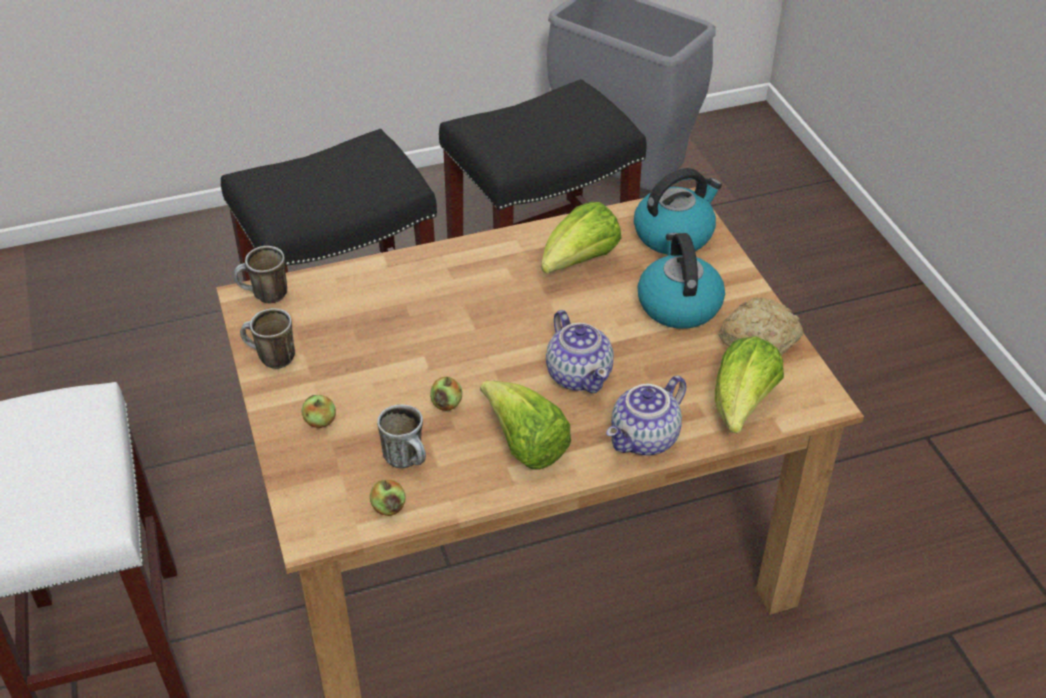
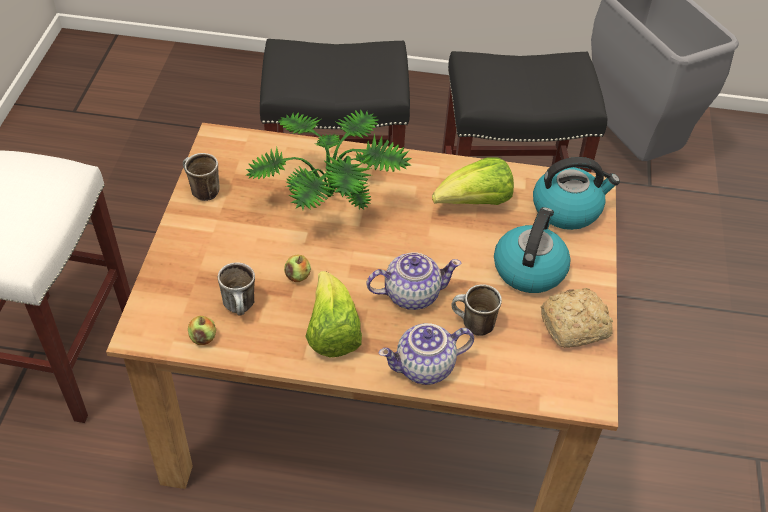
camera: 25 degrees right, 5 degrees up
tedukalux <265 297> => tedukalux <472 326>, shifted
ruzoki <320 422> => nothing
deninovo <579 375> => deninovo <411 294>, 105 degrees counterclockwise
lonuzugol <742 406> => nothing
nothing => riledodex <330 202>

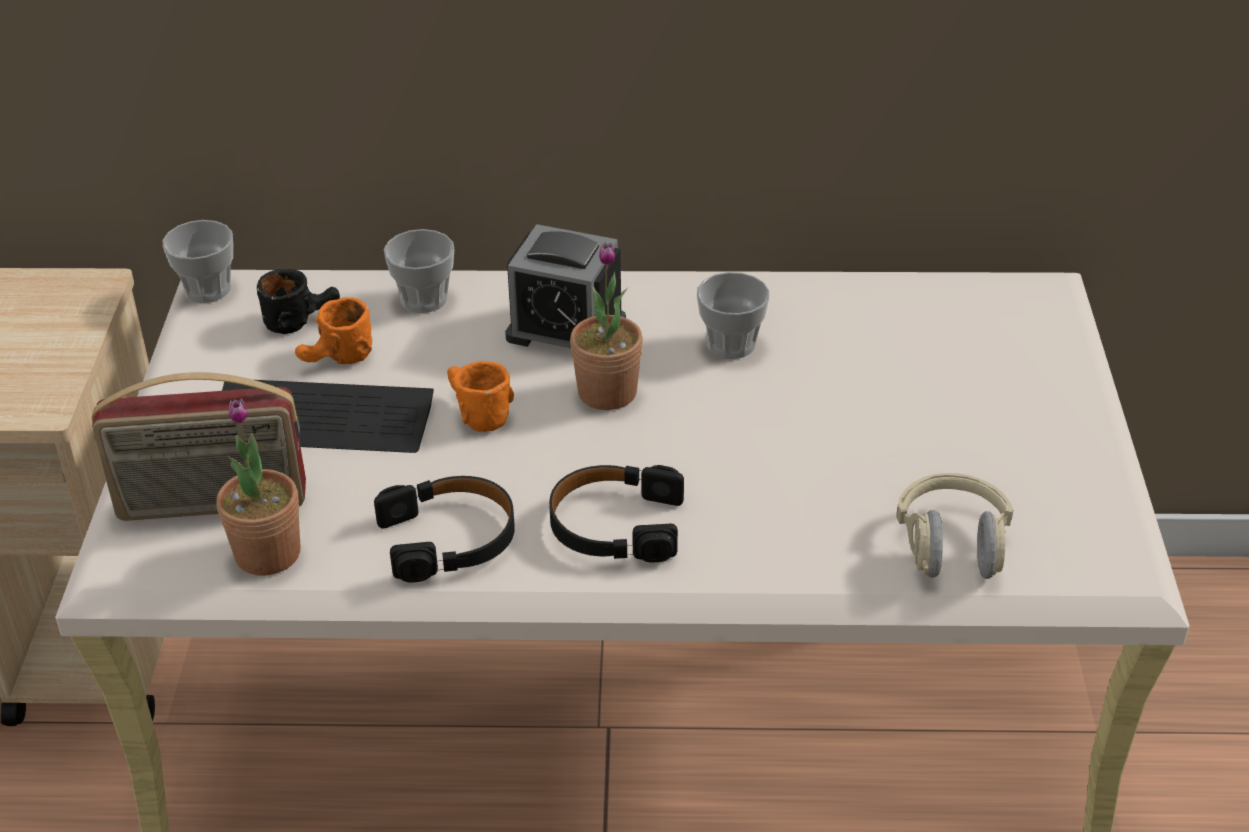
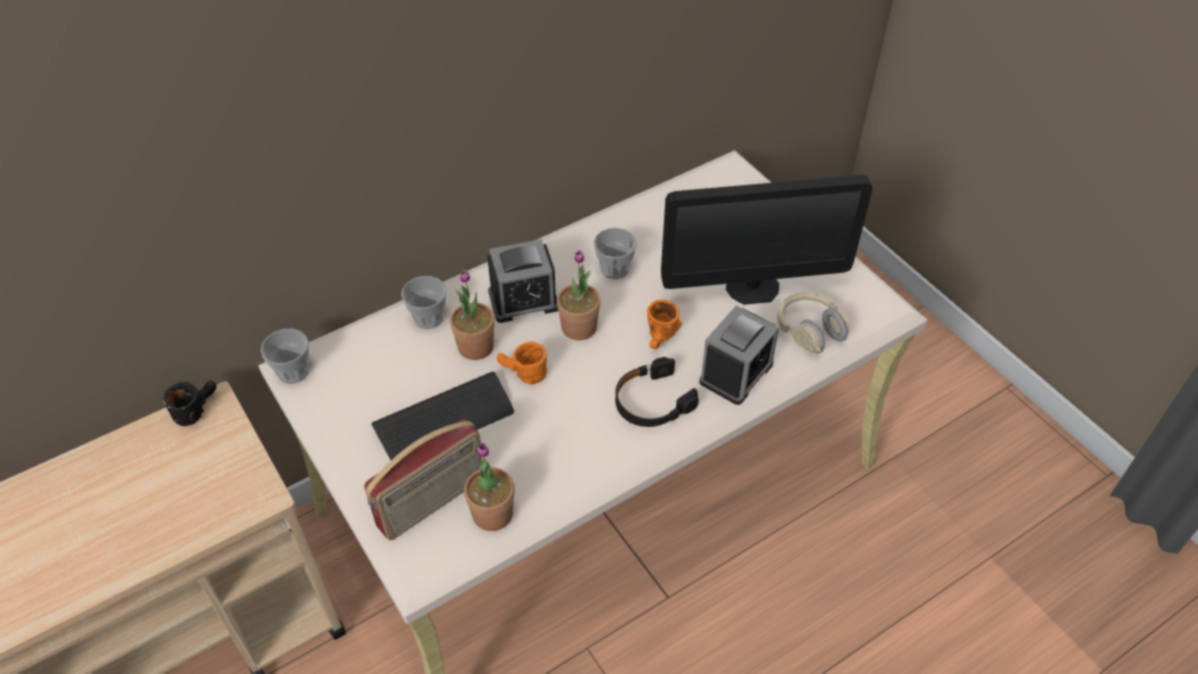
camera: 35 degrees left, 10 degrees up
tedukalux (black) <302 319> => tedukalux (black) <196 408>, shifted
tedukalux (orange) <338 361> => tedukalux (orange) <661 339>, shifted
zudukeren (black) <449 539> => nothing
nothing => riledodex <475 347>
nothing => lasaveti <752 287>
nothing => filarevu <736 373>

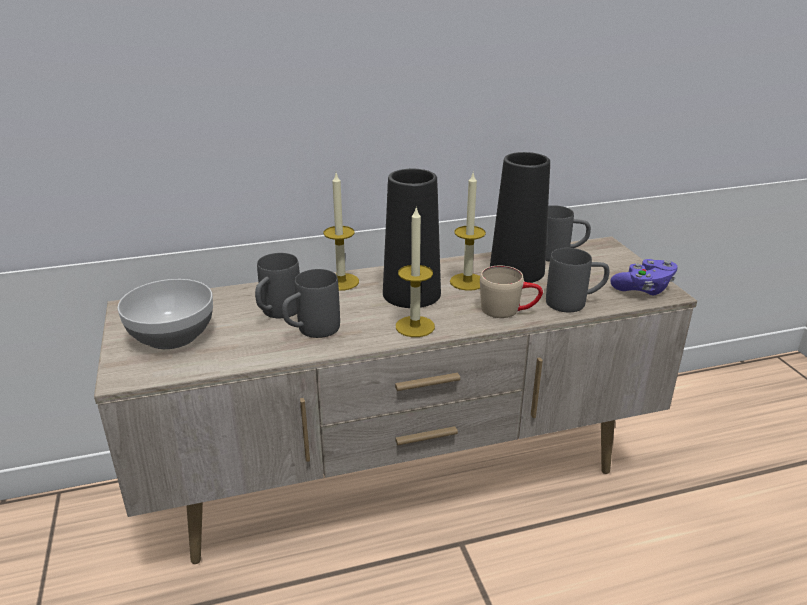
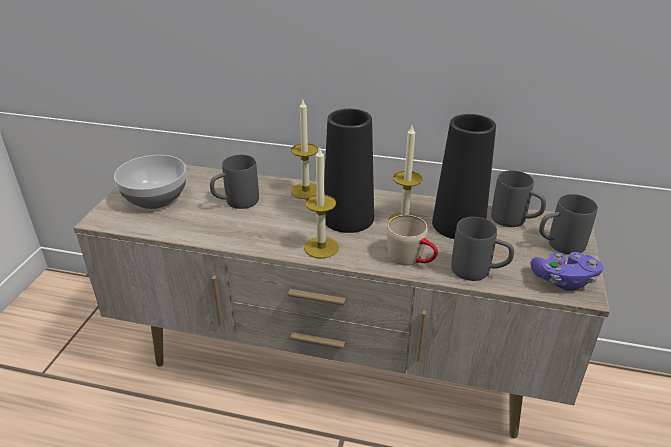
camera: 30 degrees right, 5 degrees up
tedukalux (grey) <311 331> => tedukalux (grey) <558 245>, shifted

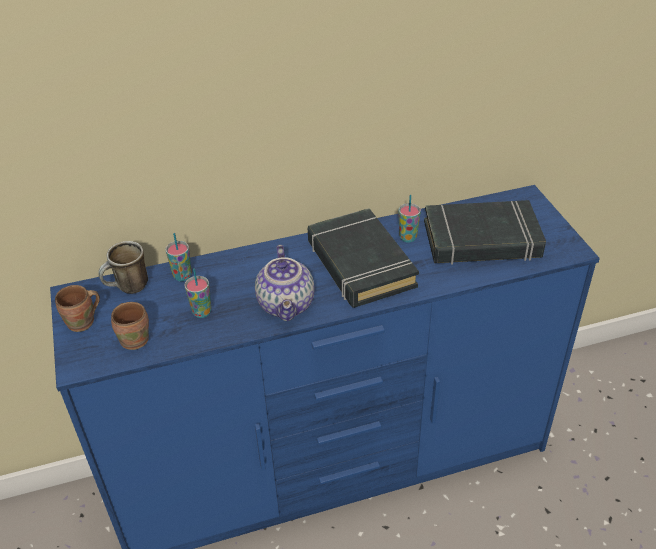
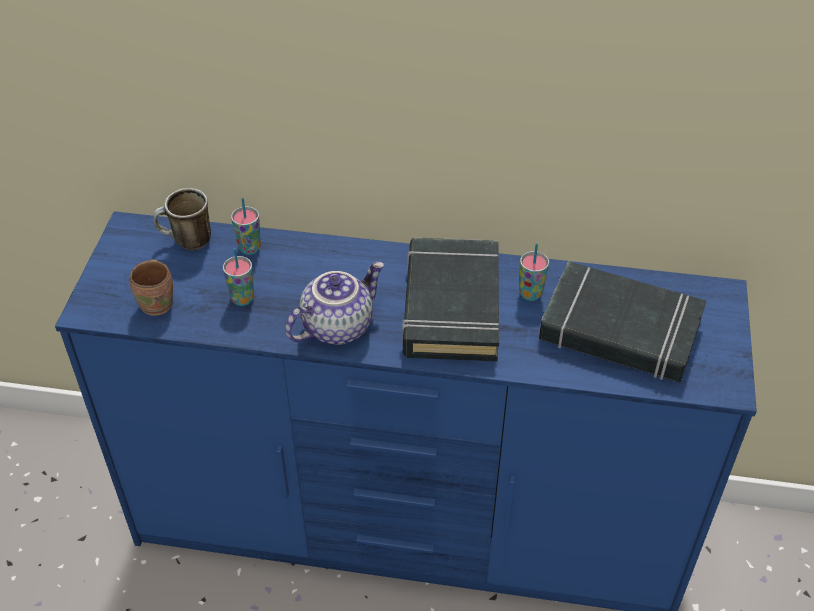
camera: 25 degrees right, 5 degrees up
tedukalux (brown) <83 323> => nothing
deninovo <287 305> => deninovo <337 326>, 150 degrees counterclockwise

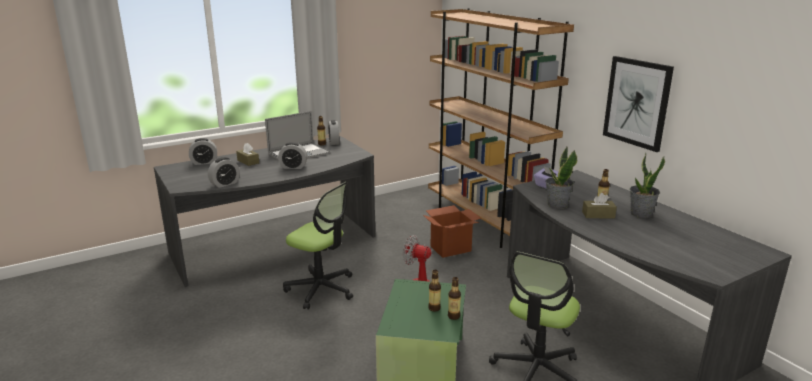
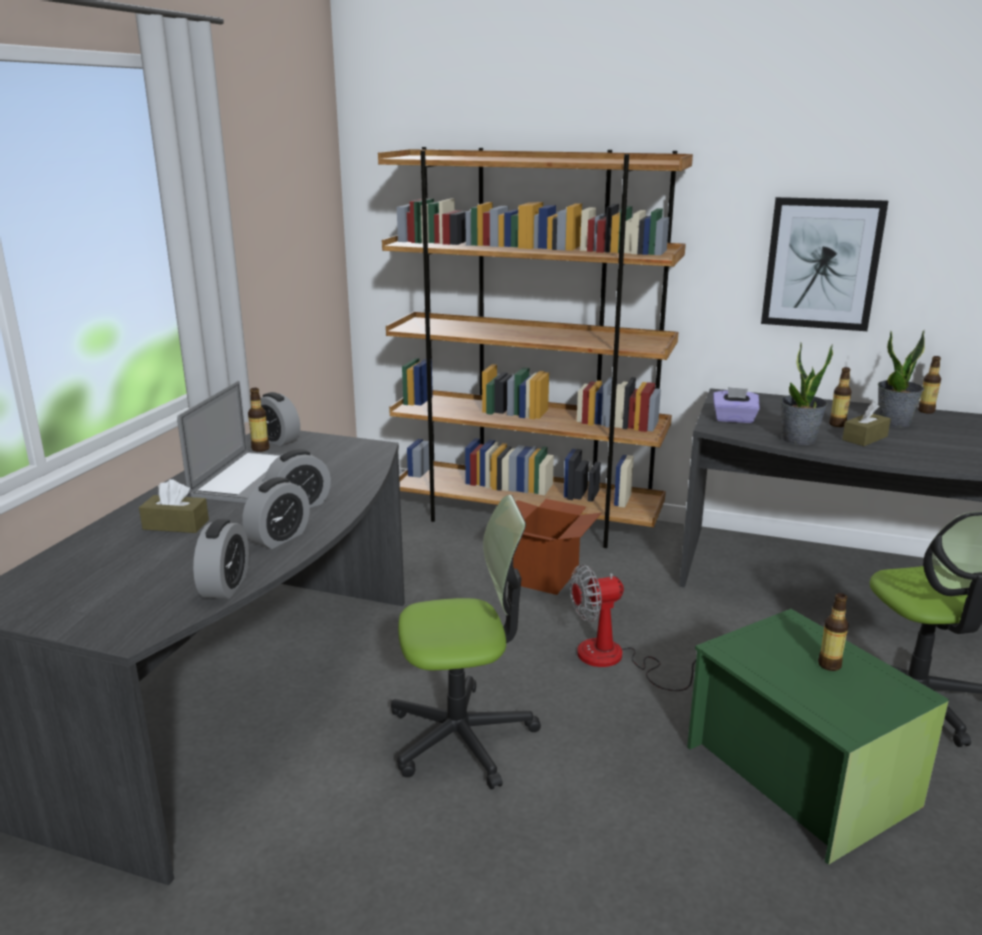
camera: 40 degrees left, 0 degrees up
filarevu <204 162> => filarevu <279 538>, shifted
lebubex <453 316> => lebubex <926 411>, shifted

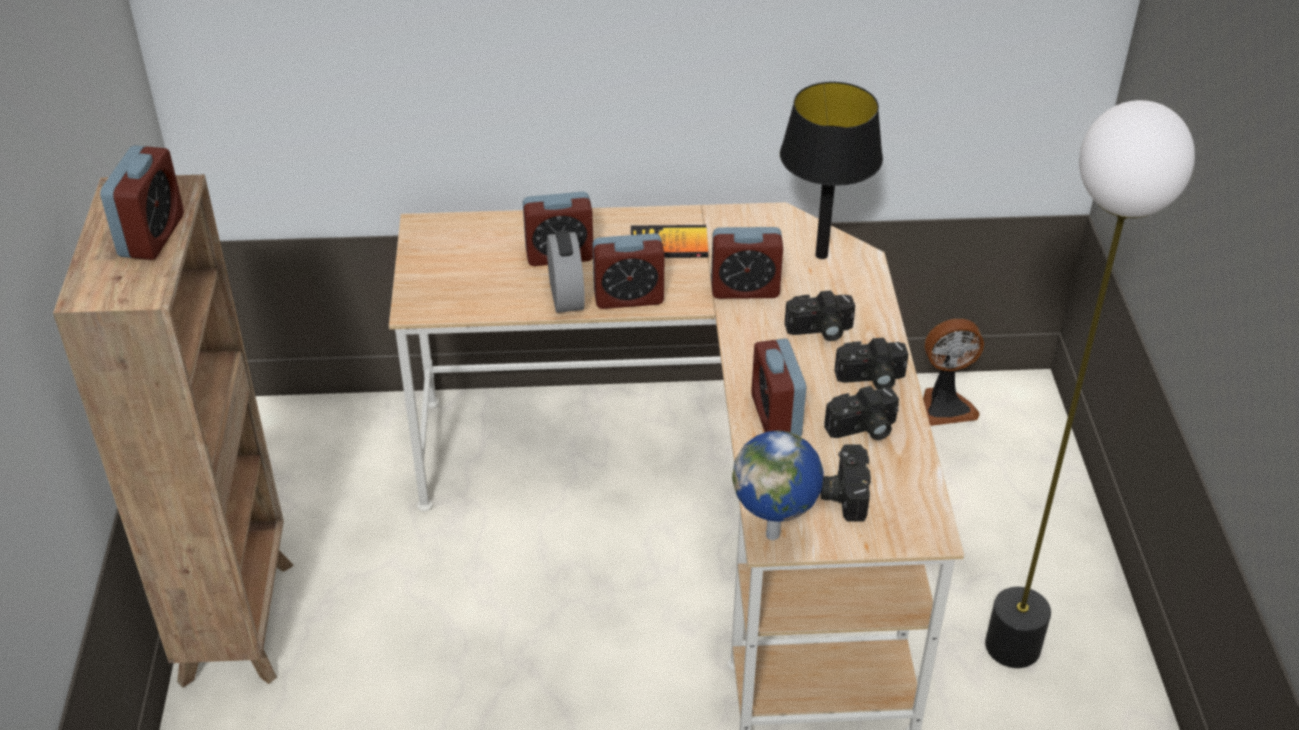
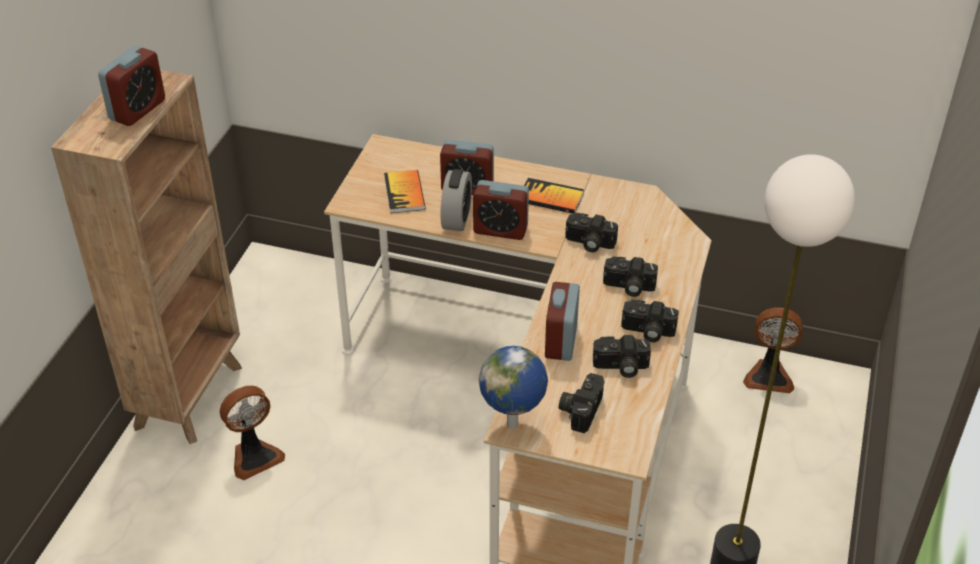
camera: 20 degrees right, 0 degrees up
filarevu <745 289> => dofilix <589 243>
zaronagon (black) <821 255> => nothing
nothing => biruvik <254 456>
nothing => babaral <404 193>

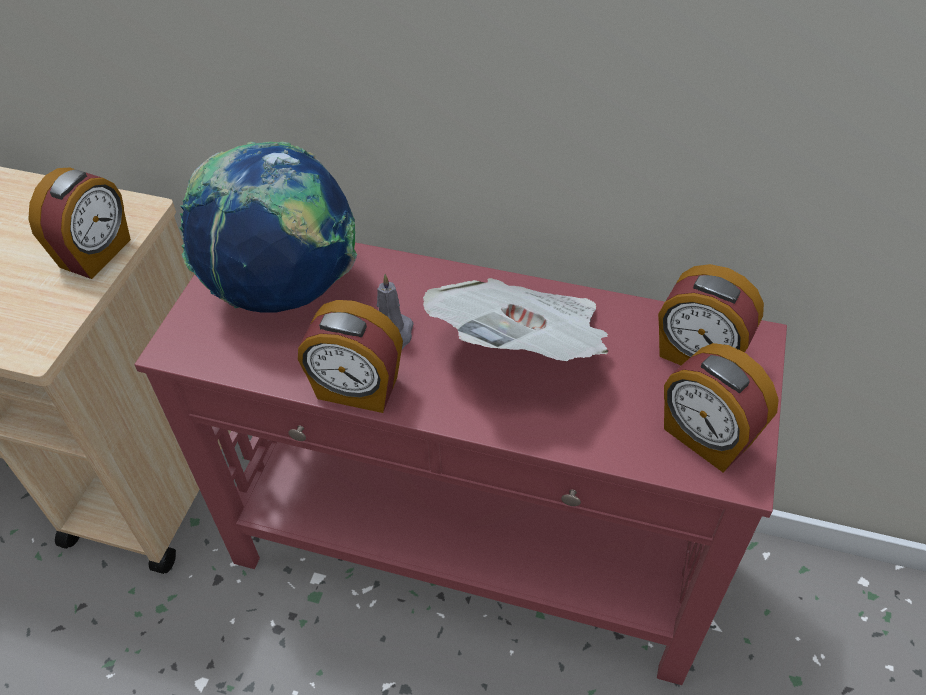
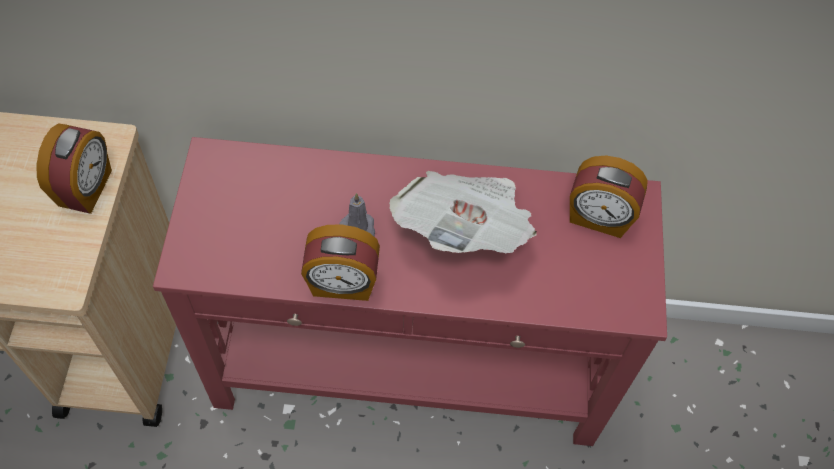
camera: 15 degrees left, 10 degrees up
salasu <285 290> => nothing
filarevu <706 438> => nothing

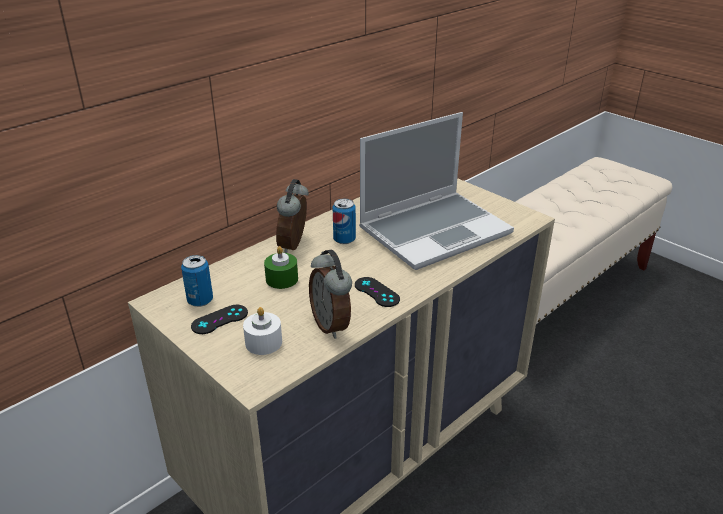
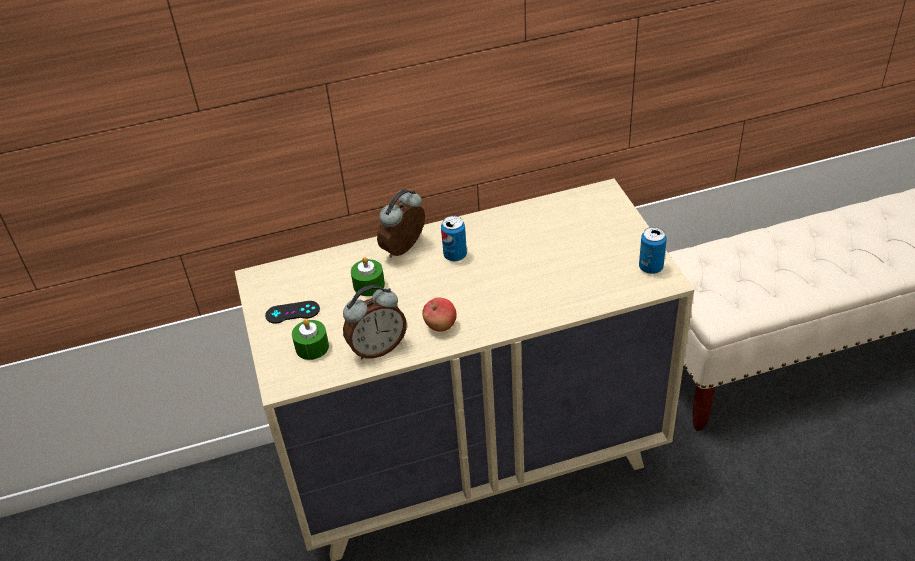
camera: 30 degrees right, 10 degrees up
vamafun <200 300> => vamafun <650 267>, shifted
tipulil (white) <263 342> => tipulil (green) <312 347>
filarevu <332 325> => filarevu <377 348>, 120 degrees counterclockwise
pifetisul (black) <376 292> => ruzoki <440 325>
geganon <435 230> => nothing

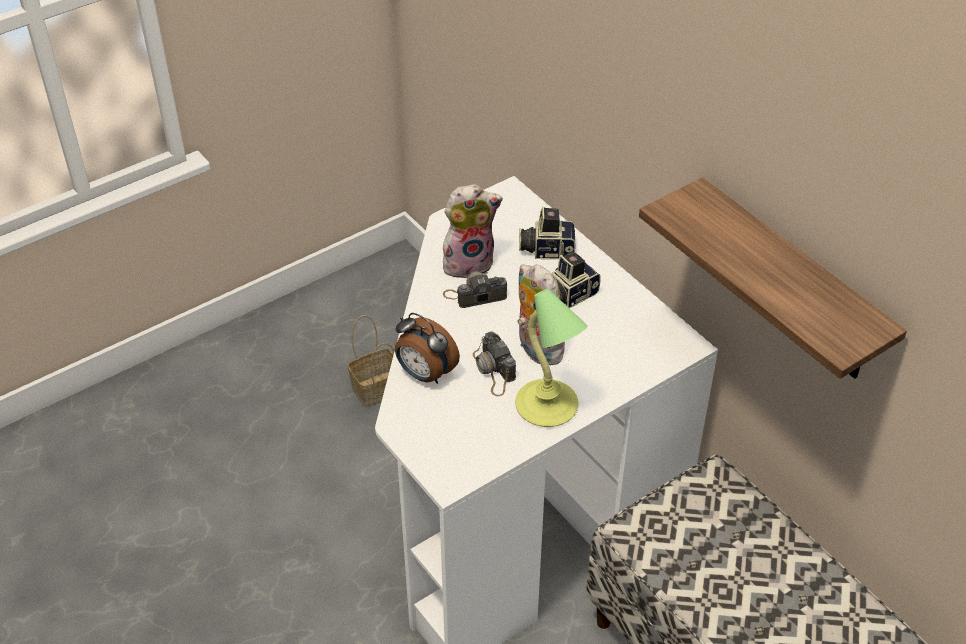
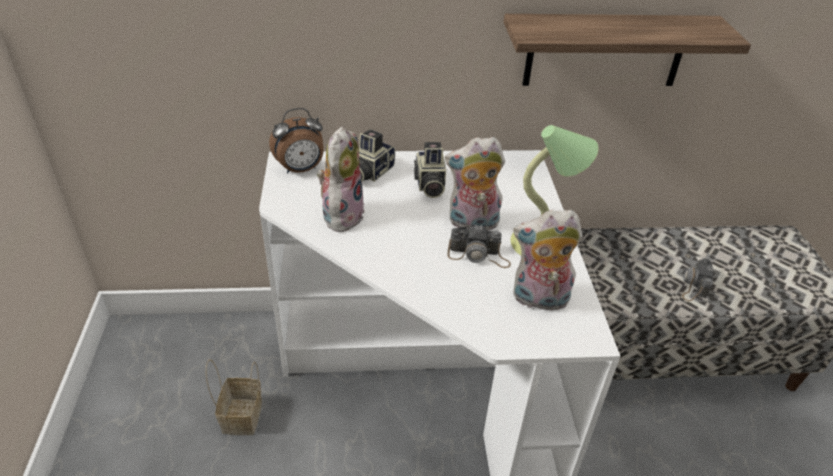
camera: 60 degrees left, 5 degrees down
filarevu <425 374> => filarevu <300 169>, shifted
dofilix <475 295> => dofilix <694 285>, shifted
nothing => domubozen <538 300>

